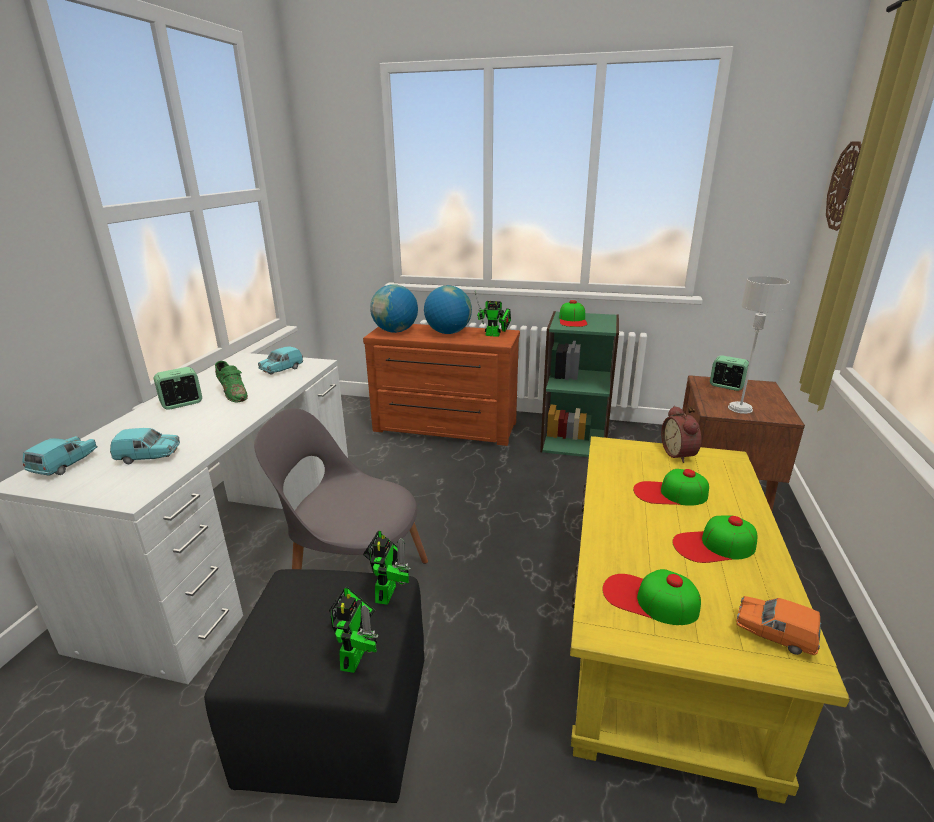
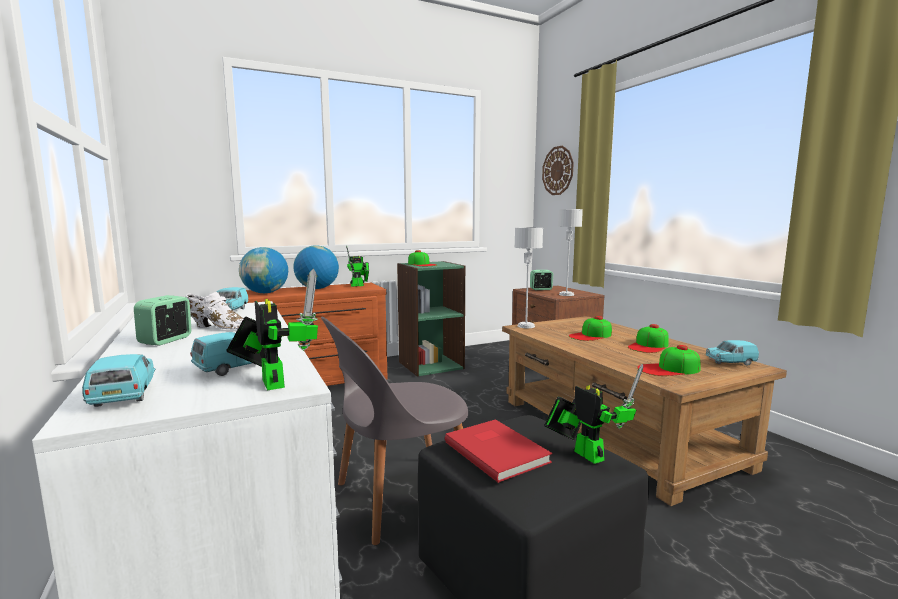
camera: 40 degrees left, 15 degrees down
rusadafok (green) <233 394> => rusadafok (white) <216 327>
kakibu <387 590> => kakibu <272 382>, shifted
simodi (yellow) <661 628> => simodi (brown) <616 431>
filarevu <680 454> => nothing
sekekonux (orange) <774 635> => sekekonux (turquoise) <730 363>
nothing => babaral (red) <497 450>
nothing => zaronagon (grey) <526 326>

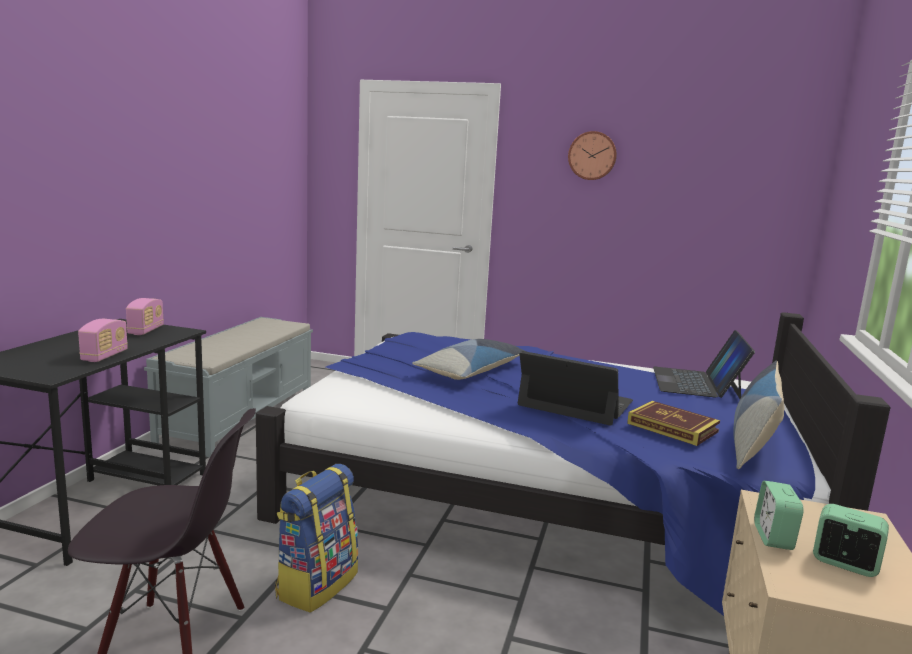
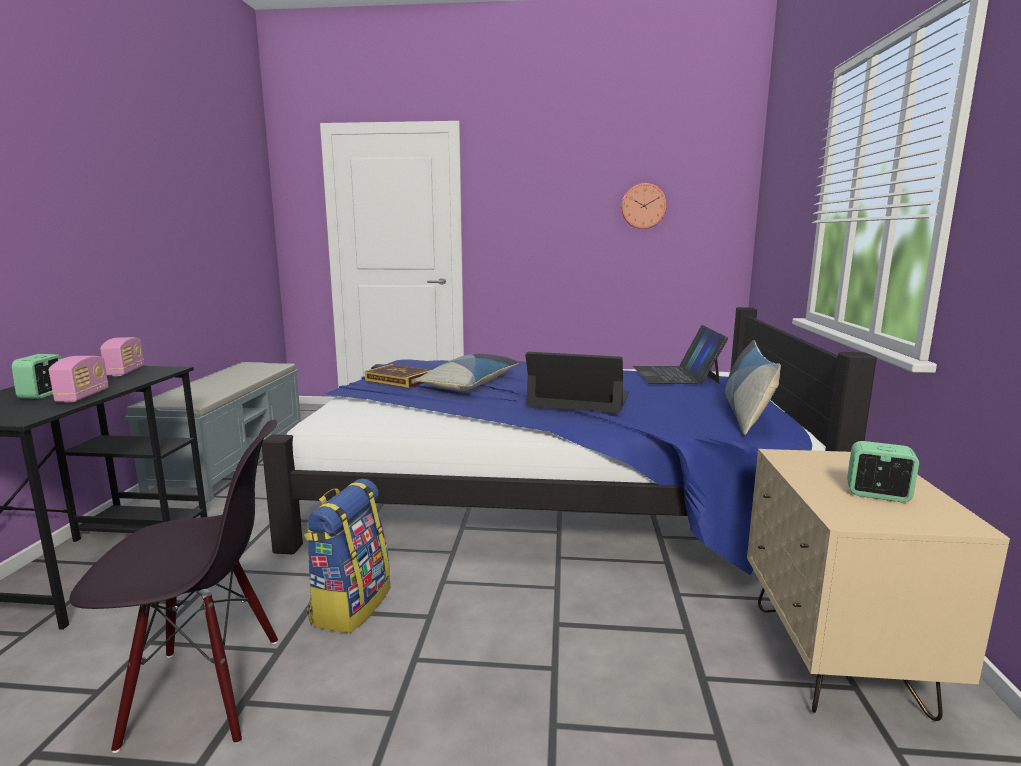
camera: 10 degrees left, 0 degrees up
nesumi <592 155> => nesumi <643 206>, shifted
babaral <672 427> => babaral <400 380>, shifted
filarevu <773 537> => filarevu <43 395>, shifted

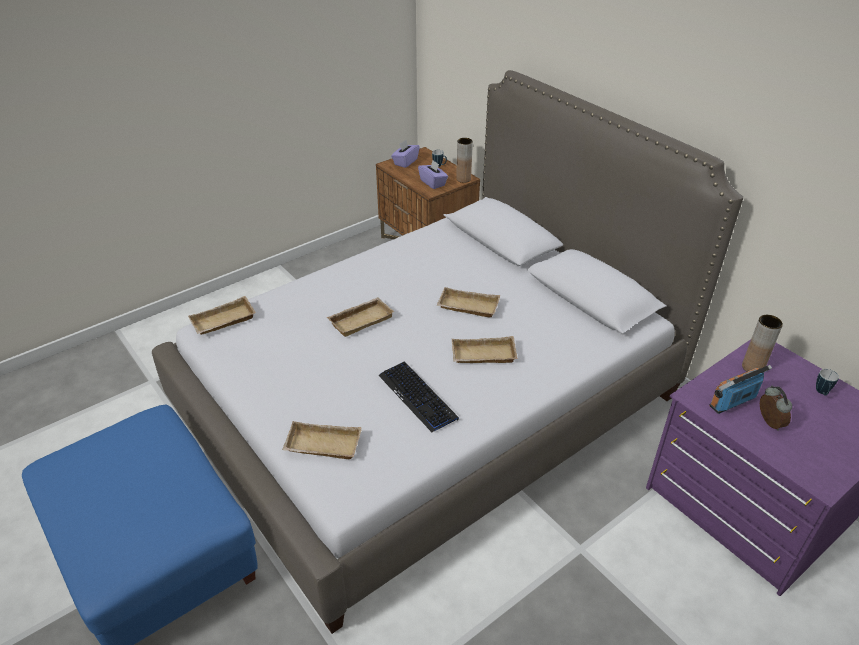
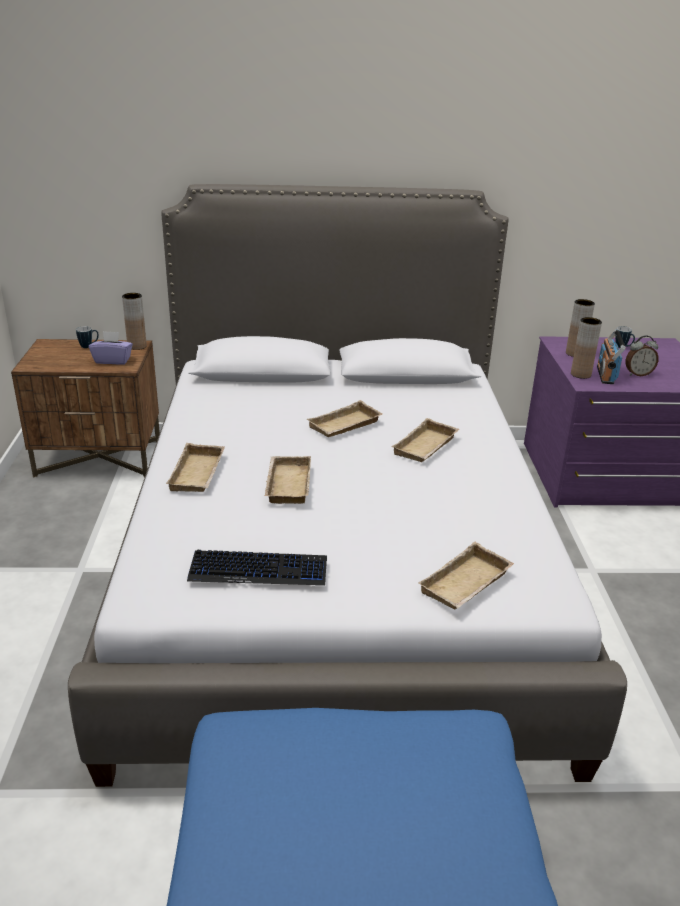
camera: 55 degrees left, 10 degrees down
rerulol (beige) <223 321> => rerulol (beige) <199 474>, shifted
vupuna <418 397> => vupuna <258 570>, shifted
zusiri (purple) <405 162> => nothing
filarevu <768 423> => filarevu <638 374>, 150 degrees clockwise
nothing => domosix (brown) <580 374>

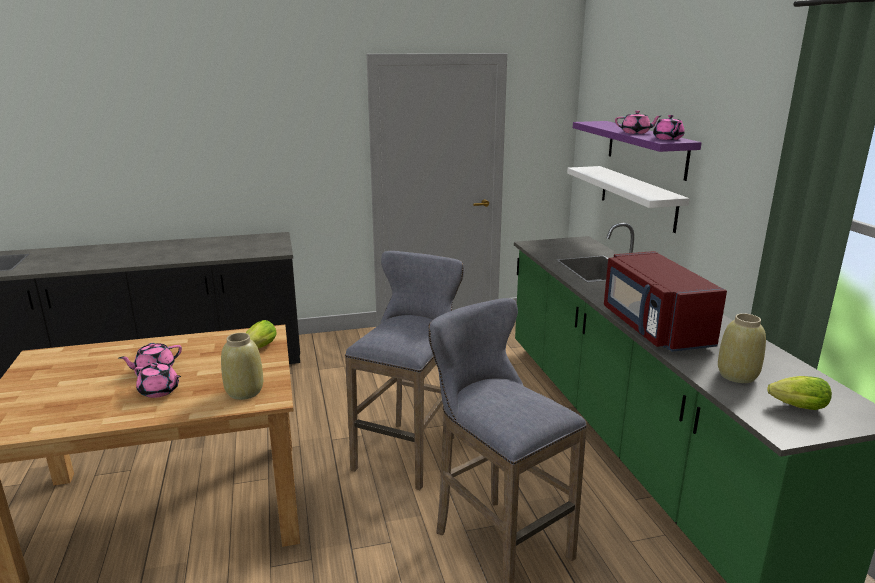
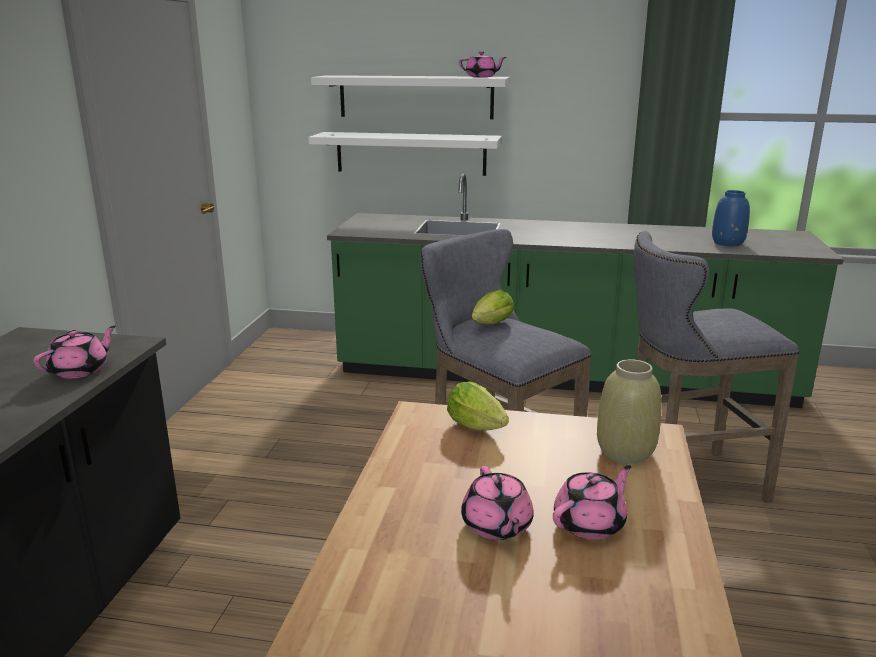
camera: 65 degrees left, 0 degrees up
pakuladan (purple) <646 148> => pakuladan (white) <416 97>
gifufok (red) <653 328> => nothing
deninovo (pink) <636 133> => deninovo (pink) <81 370>, shifted
domosix (beige) <737 375> => domosix (blue) <727 243>
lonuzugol <794 407> => lonuzugol <490 325>, shifted

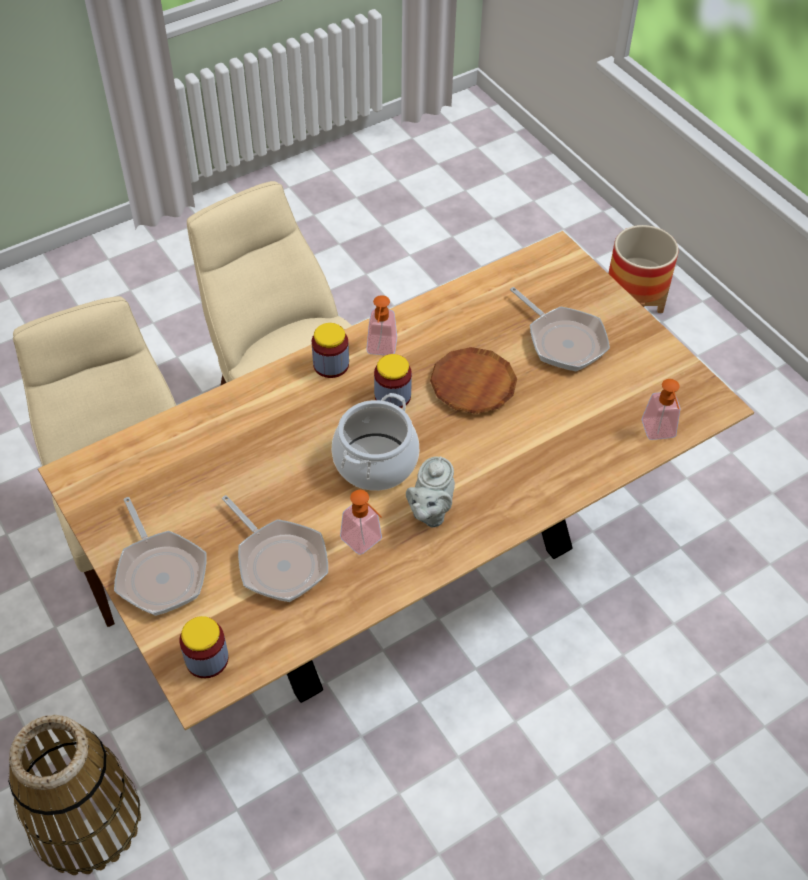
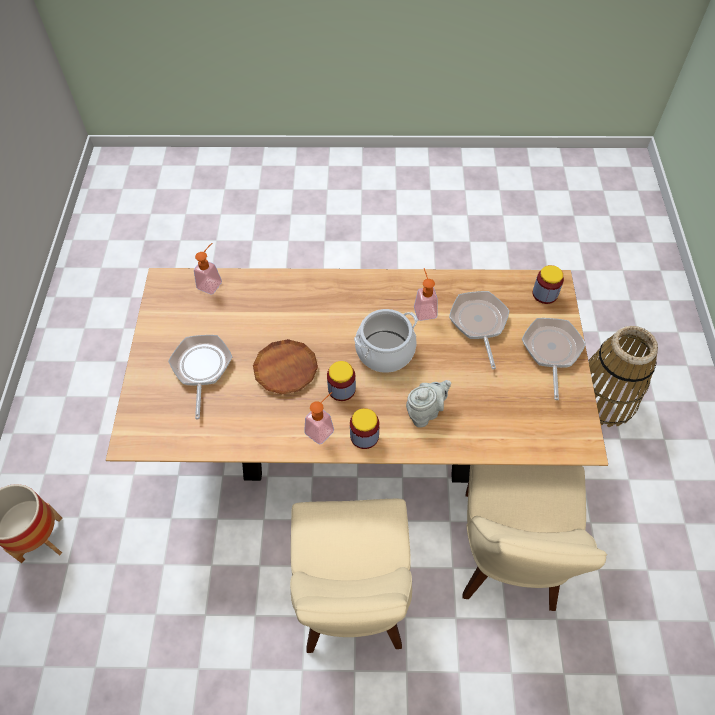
camera: 145 degrees left, 5 degrees up
deninovo (grey) <430 512> => deninovo (grey) <425 412>, shifted

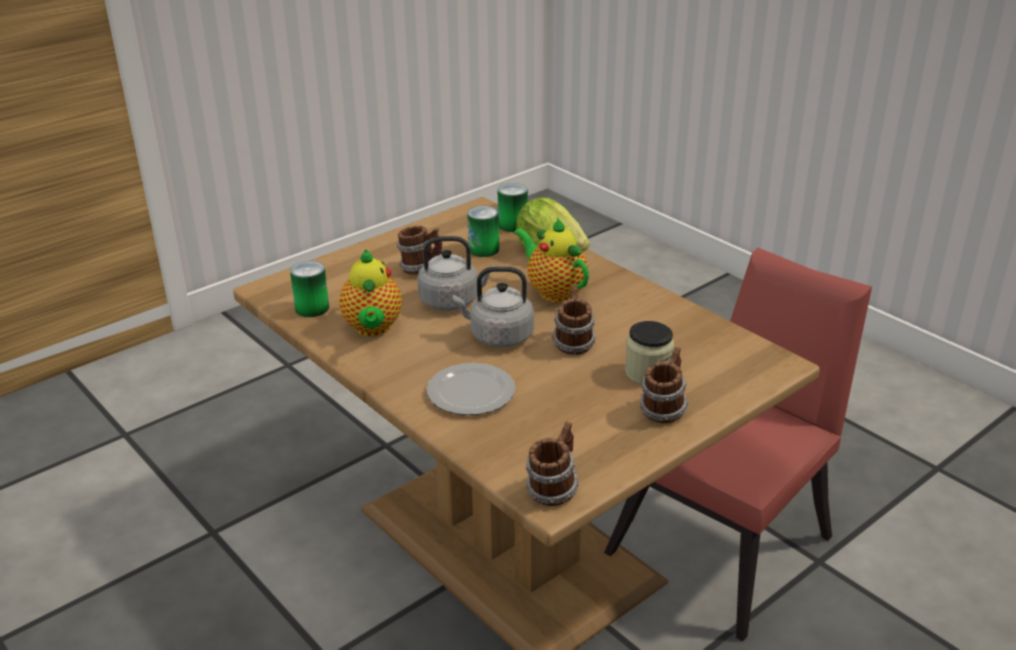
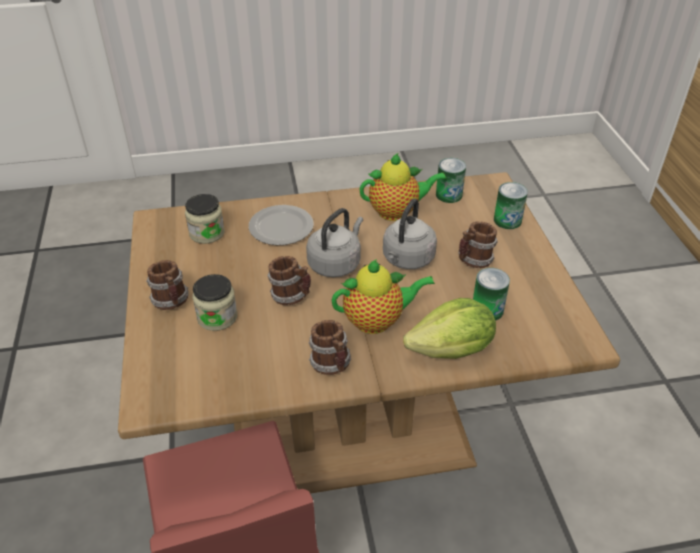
camera: 120 degrees right, 10 degrees up
deninovo <373 329> => deninovo <397 212>, 150 degrees clockwise
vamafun <512 225> => vamafun <507 220>, shifted
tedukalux <553 489> => tedukalux <332 365>, shifted
nothing => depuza <207 233>

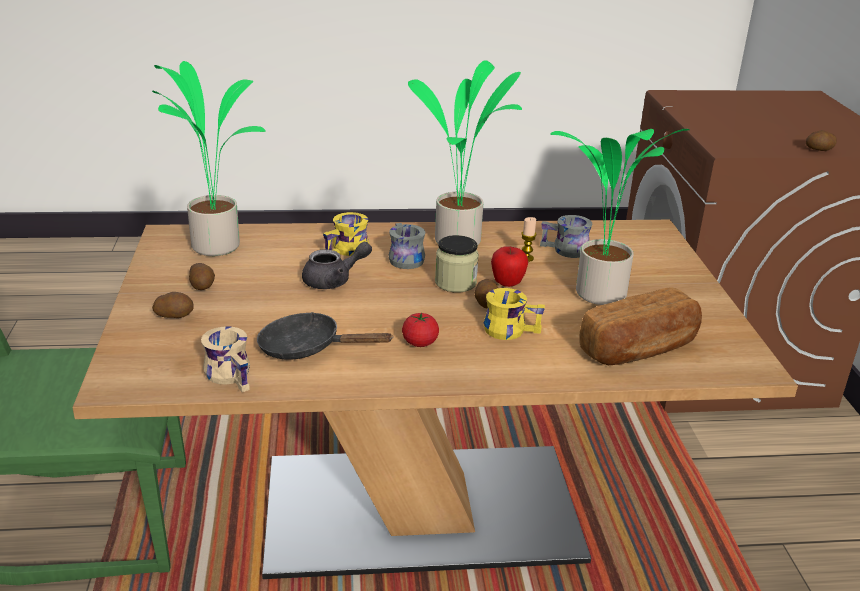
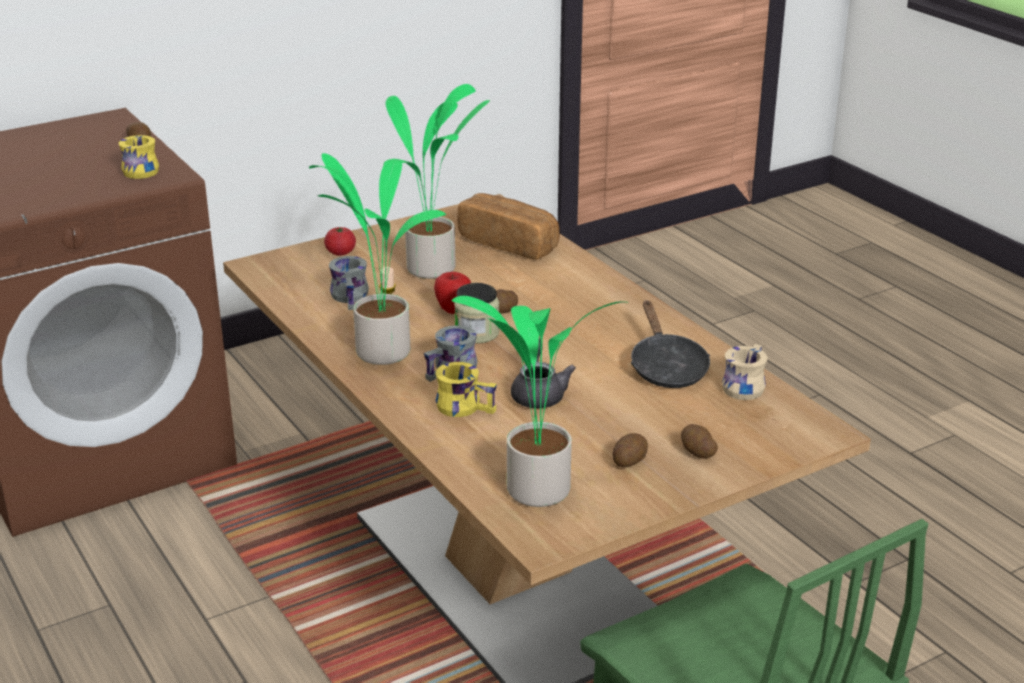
camera: 115 degrees left, 0 degrees up
deninovo (grey) <334 281> => deninovo (grey) <538 393>, 45 degrees clockwise
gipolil <420 343> => gipolil <340 253>, shifted
tedukalux (yellow) <510 328> => tedukalux (yellow) <137 170>, shifted

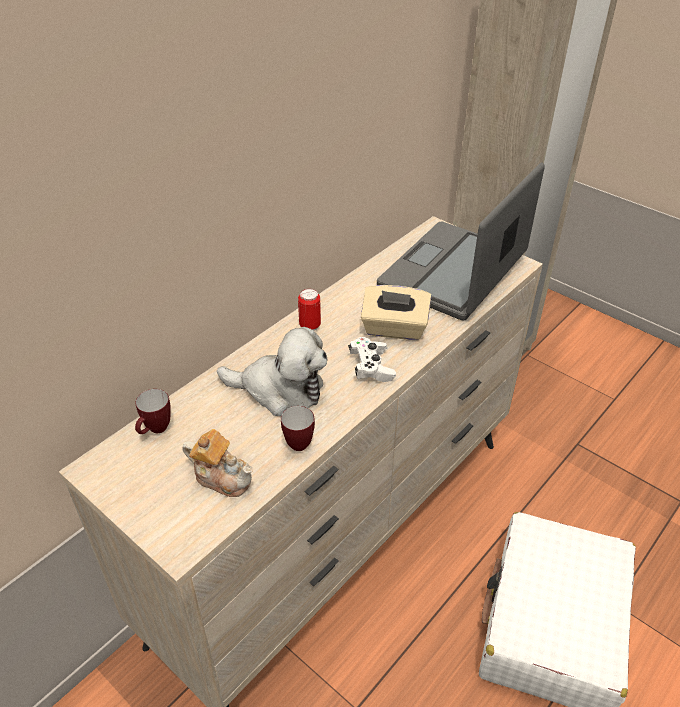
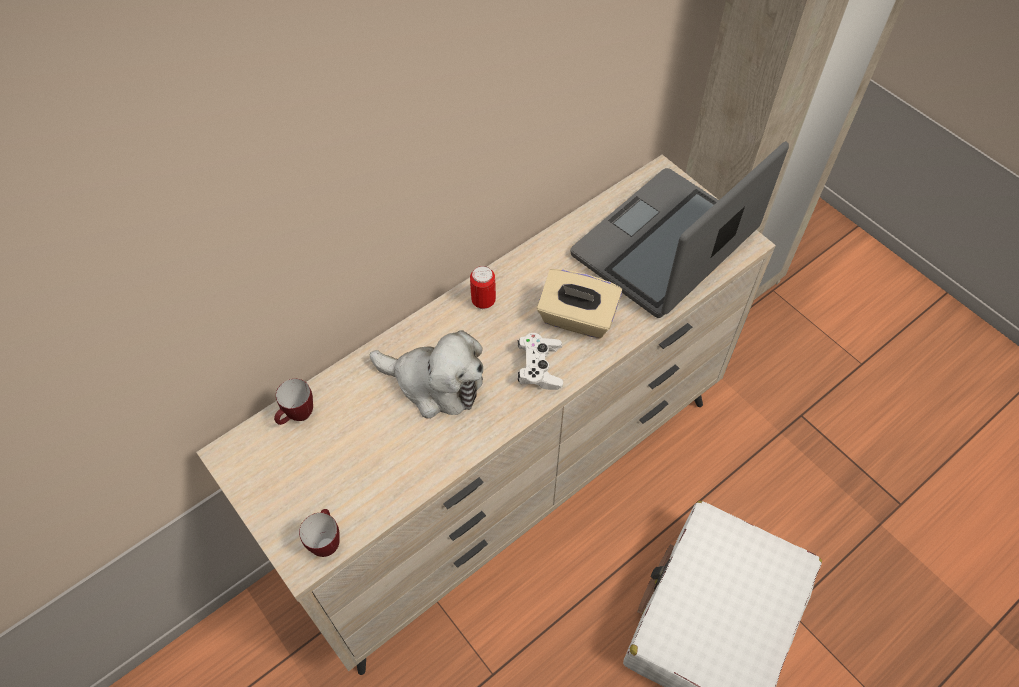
camera: 10 degrees right, 15 degrees up
deninovo <222 477> => nothing
tedukalux <297 441> => tedukalux <326 541>, shifted

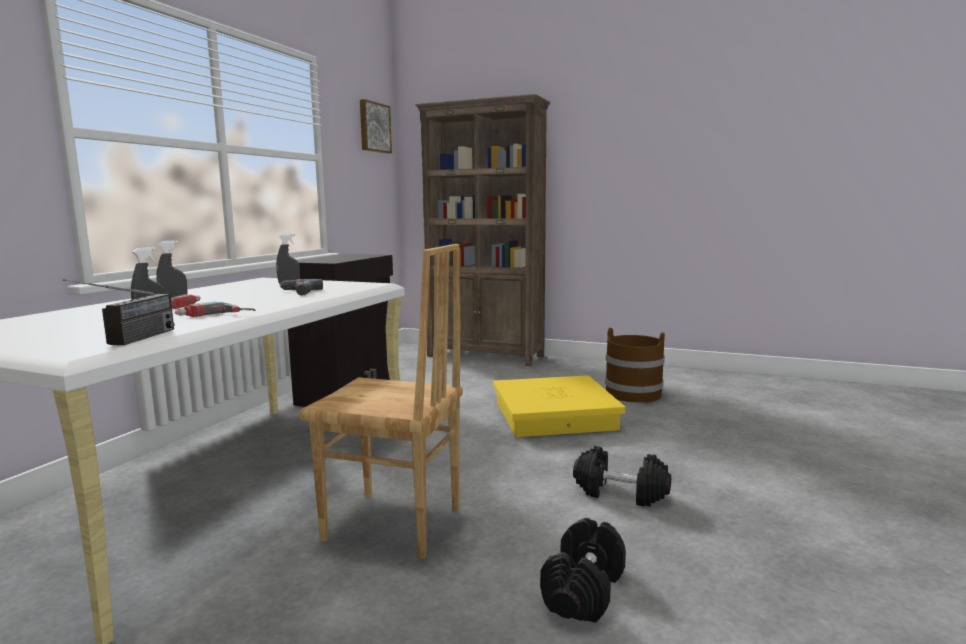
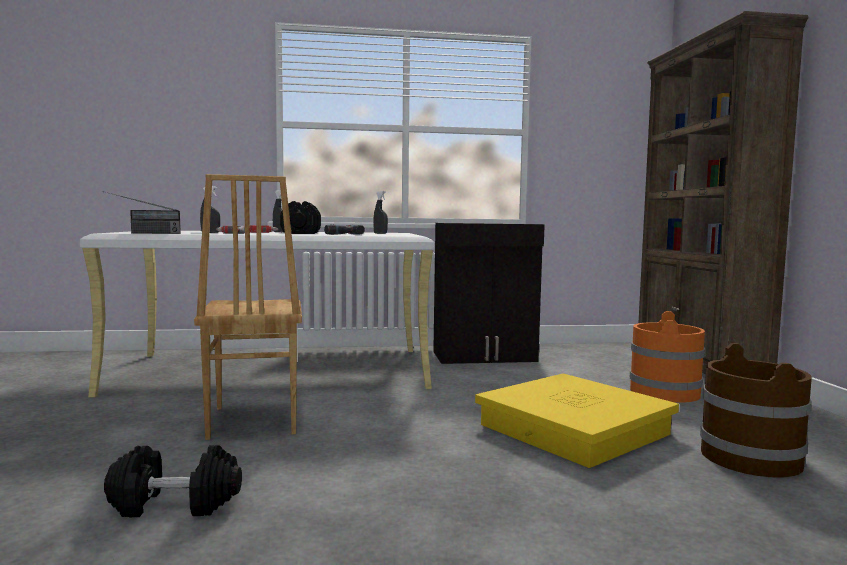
camera: 60 degrees right, 5 degrees down
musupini <374 127> => nothing
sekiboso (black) <620 493> => sekiboso (black) <301 233>, shifted
nothing => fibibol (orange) <664 392>

